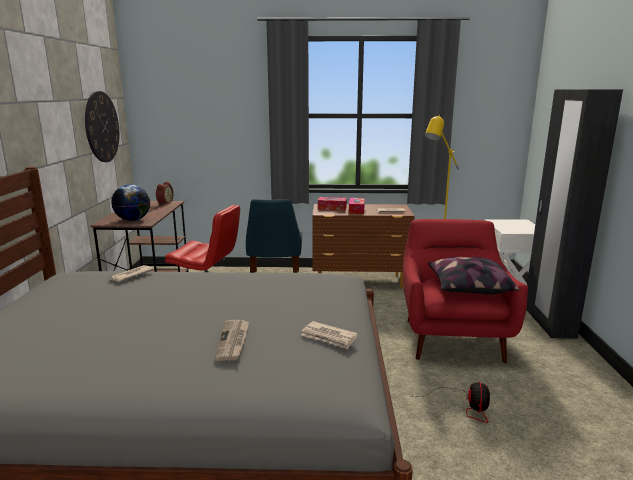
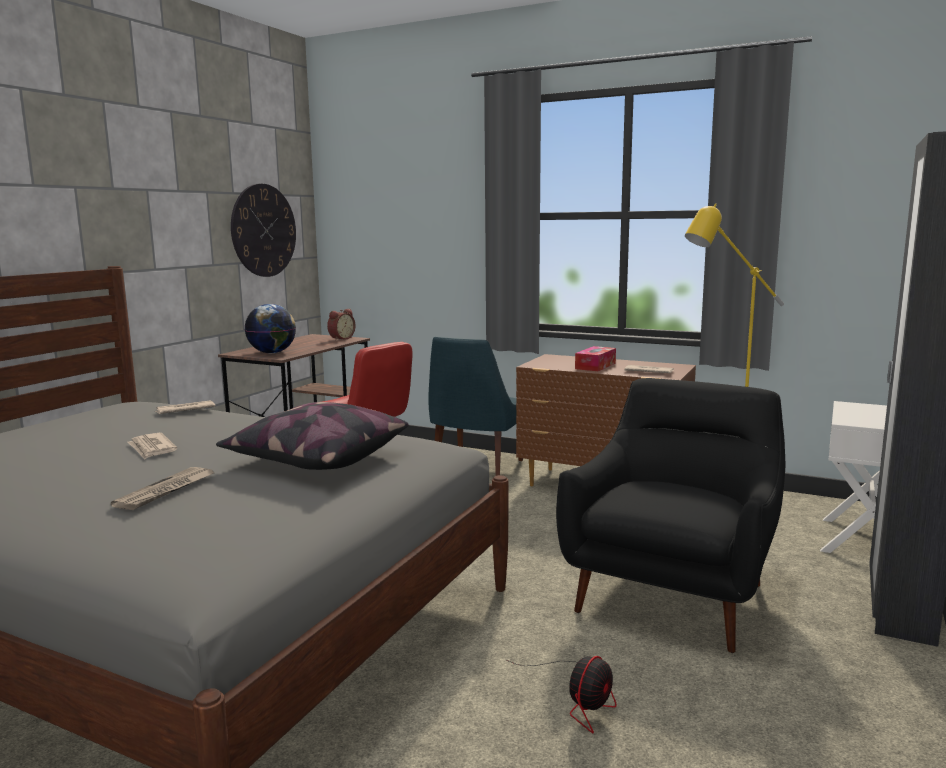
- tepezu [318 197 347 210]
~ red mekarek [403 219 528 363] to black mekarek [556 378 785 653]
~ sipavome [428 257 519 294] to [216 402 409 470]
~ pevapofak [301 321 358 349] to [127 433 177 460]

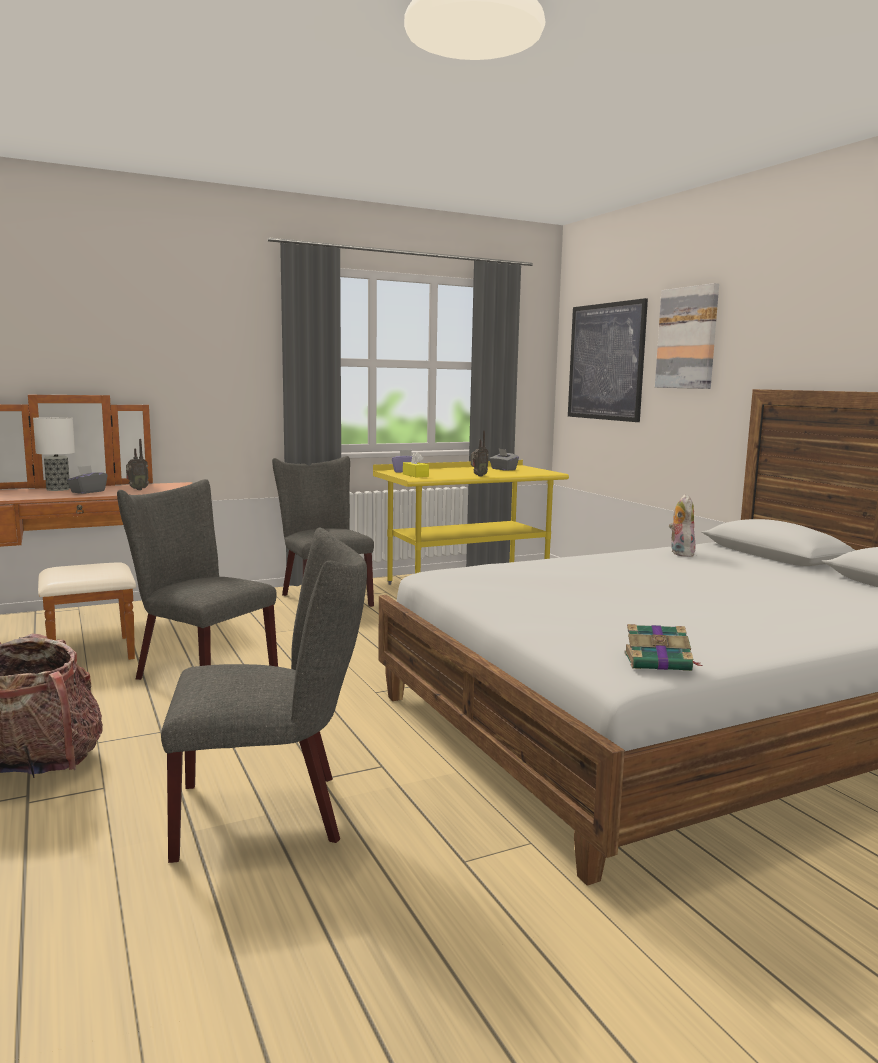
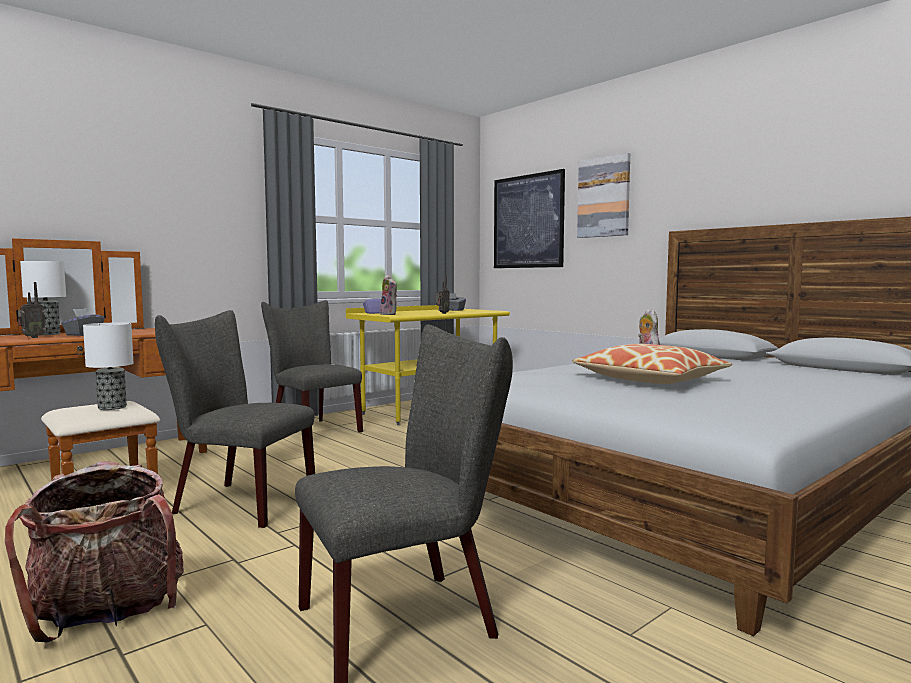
~ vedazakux [126 439 149 490] to [18 282 46 338]
~ yellow tepezu [403 452 429 477] to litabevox [380 275 397 315]
- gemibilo [625 624 703 671]
+ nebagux [83 323 133 410]
+ sipavome [572 344 732 384]

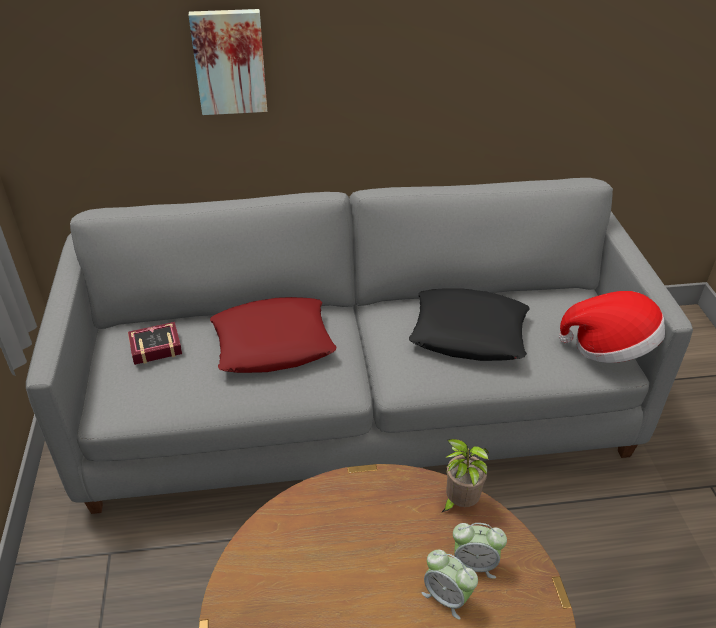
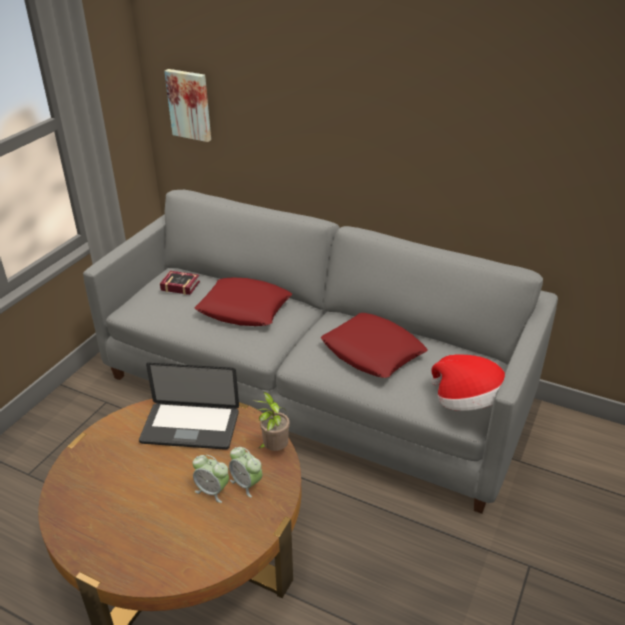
~ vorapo [189 9 267 115] to [164 69 211 142]
~ black sipavome [409 289 530 361] to red sipavome [321 313 428 378]
~ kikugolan [422 550 478 620] = [193 455 229 503] 45 degrees counterclockwise
+ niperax [139 363 239 450]

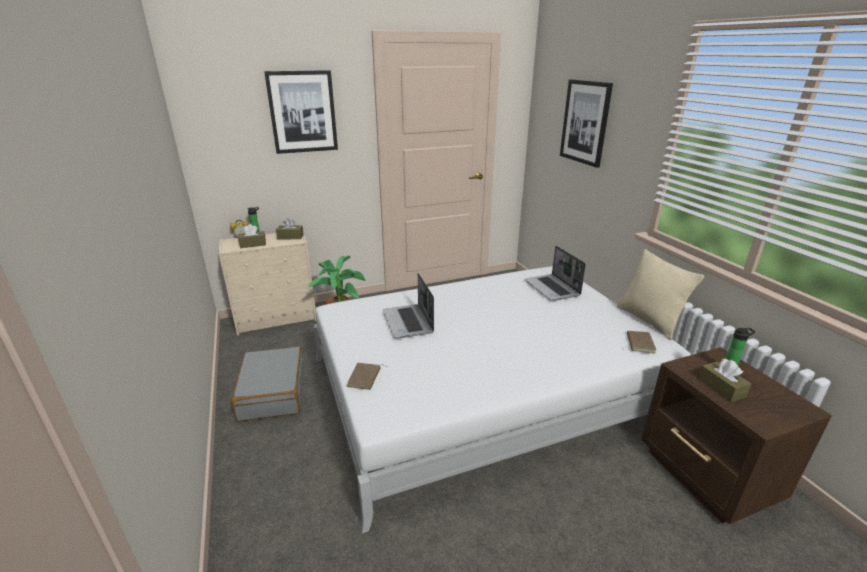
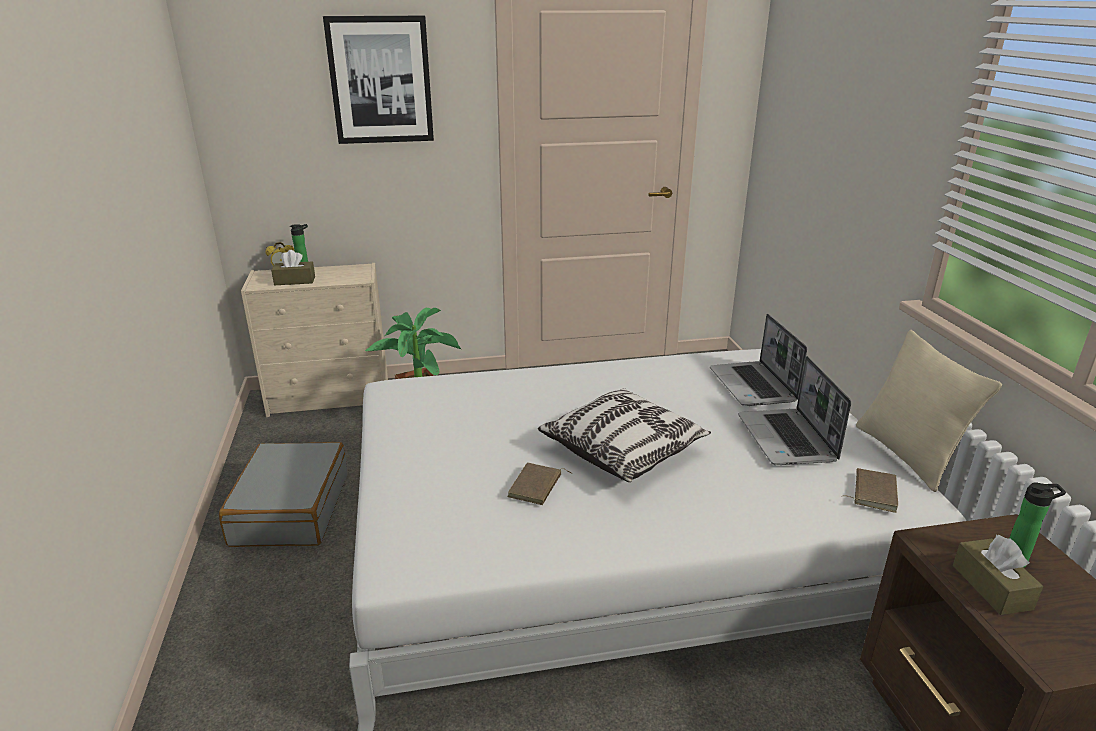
- vorapo [560 80 613 168]
- brown tepezu [276 218 304 240]
~ niperax [383 273 434 338] to [738 356 851 465]
~ brown gemibilo [347 363 387 390] to [507 463 572 505]
+ sipavome [538 388 711 482]

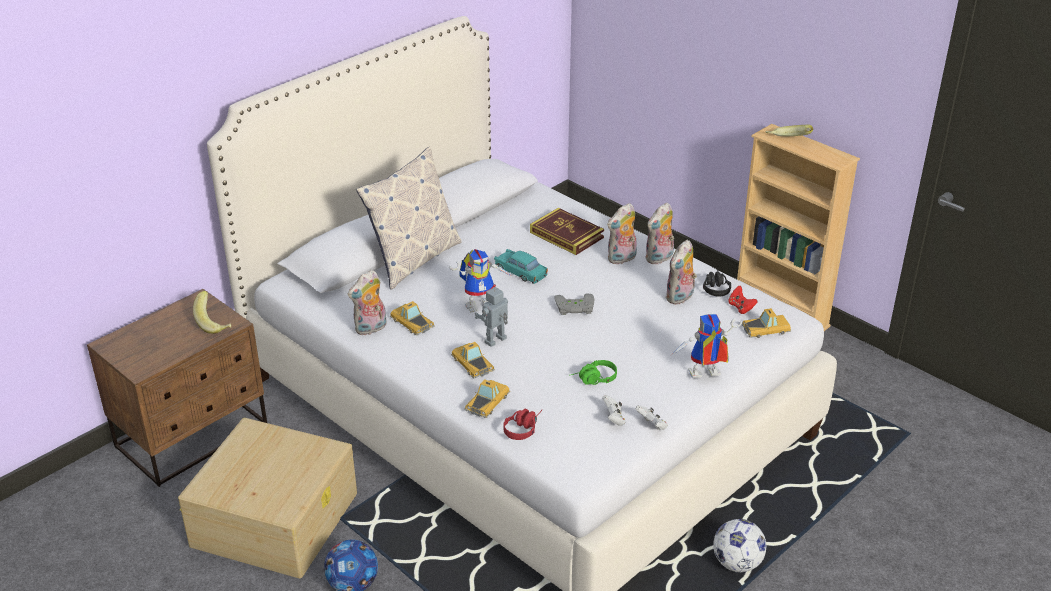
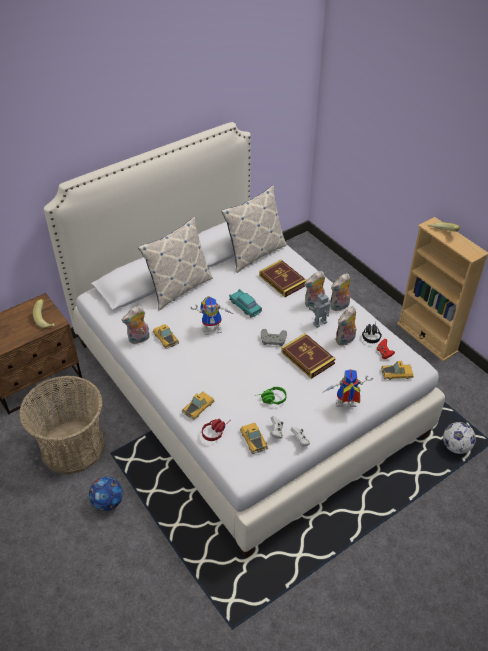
~ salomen [475 284 508 347] to [309 292 331 328]
~ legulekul [451 342 495 378] to [240 423 268 454]
~ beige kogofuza [178 418 357 578] to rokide [19 376 105 475]
~ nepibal [713 519 766 572] to [443 422 476 454]
+ sipavome [221 185 287 273]
+ gemibilo [281 333 335 379]

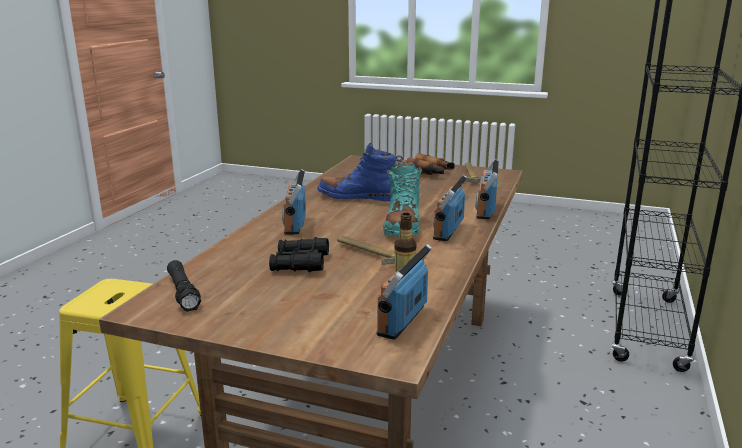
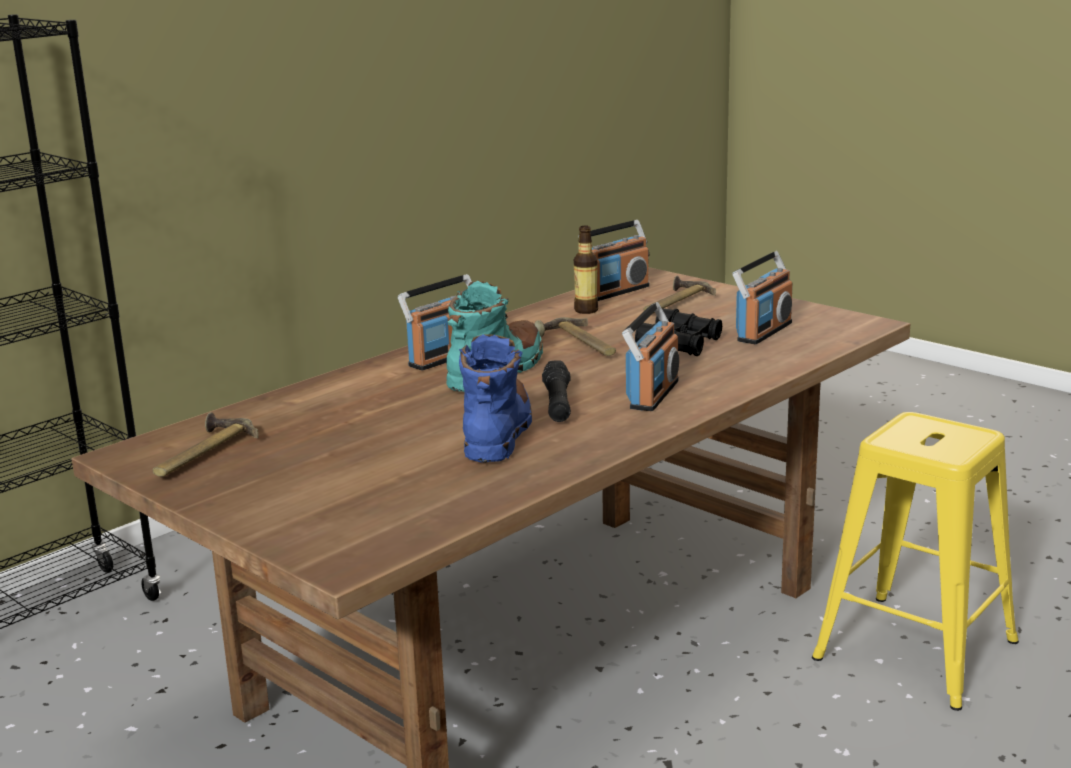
~ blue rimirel [317 143 403 201] = [459 334 532 463] 120 degrees counterclockwise
- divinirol [406 153 455 175]
~ vedazakux [476 159 499 219] to [732 251 793 344]
~ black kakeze [167 260 201 312] to [542 360 571 422]
+ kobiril [643 276 716 313]

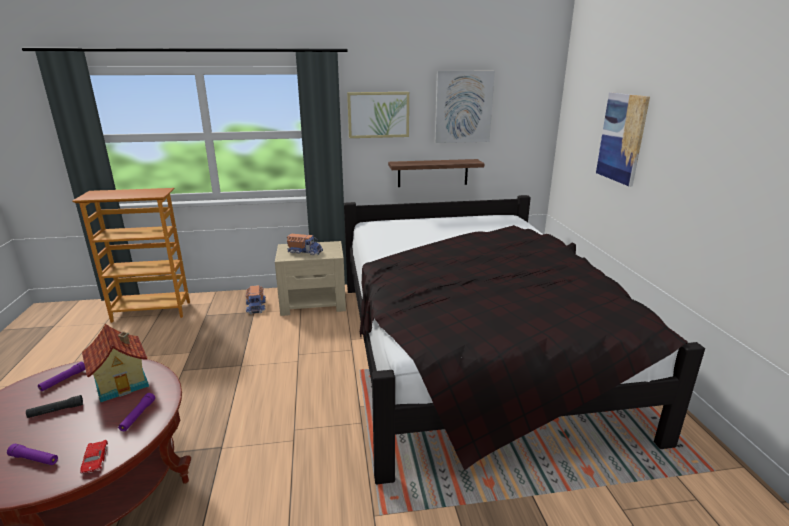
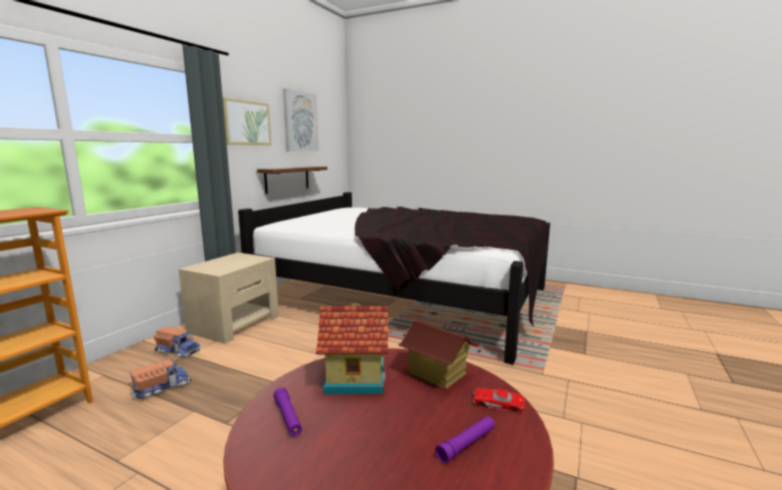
- vorapo [596 92 650 187]
~ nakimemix [287 234 323 255] to [130 359 191 399]
~ purple kakeze [118 393 155 431] to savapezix [398 319 479 389]
- black kakeze [26 395 83 418]

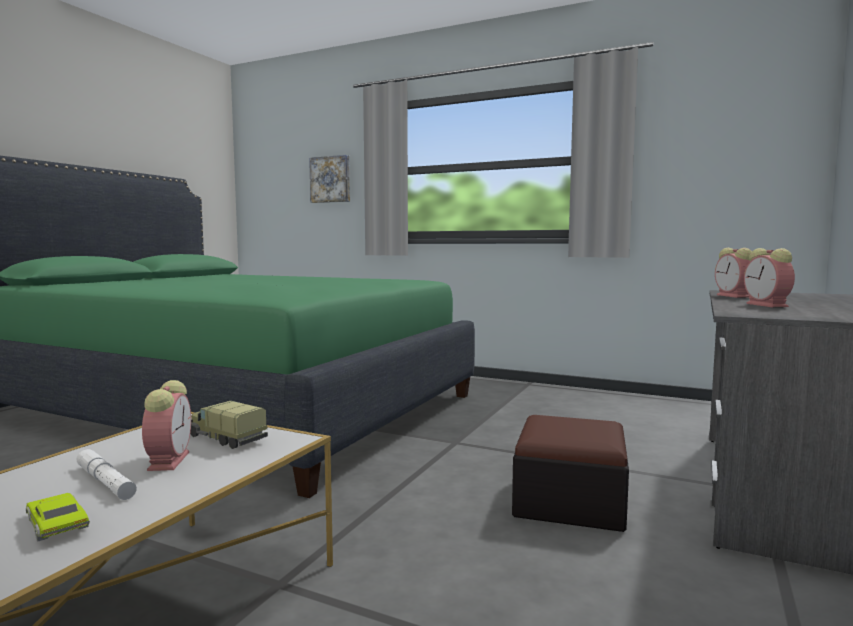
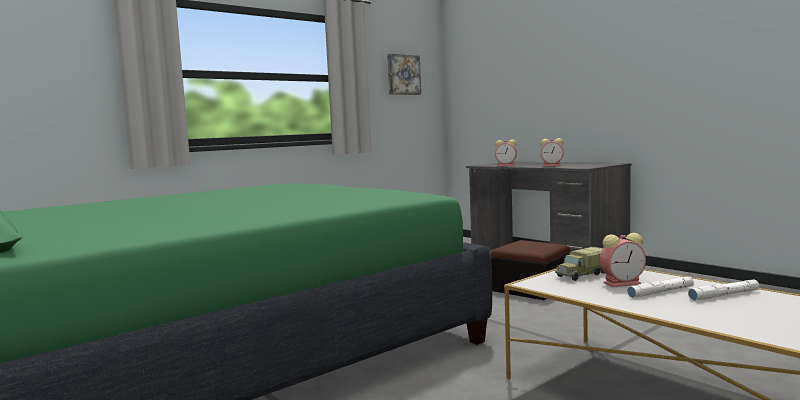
~ vorapo [309 155 350 203] to [387 54 421 95]
~ kikugolan [142 380 191 471] = [600 233 646 287] 150 degrees clockwise
~ green legulekul [26 493 90 542] to white kakeze [688 279 759 301]

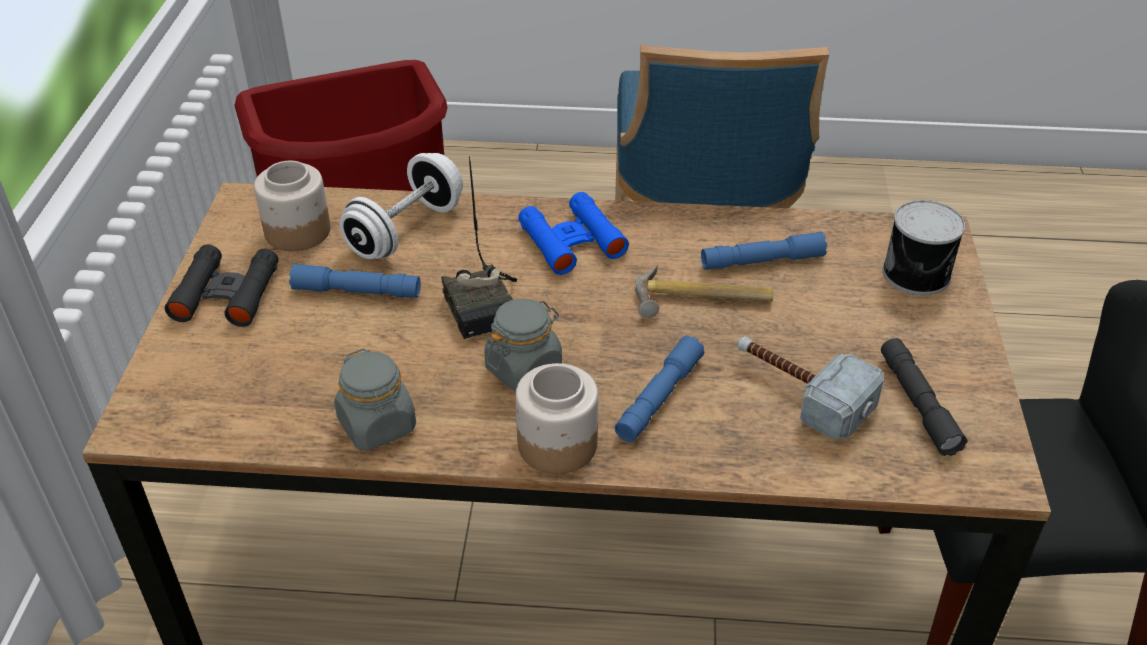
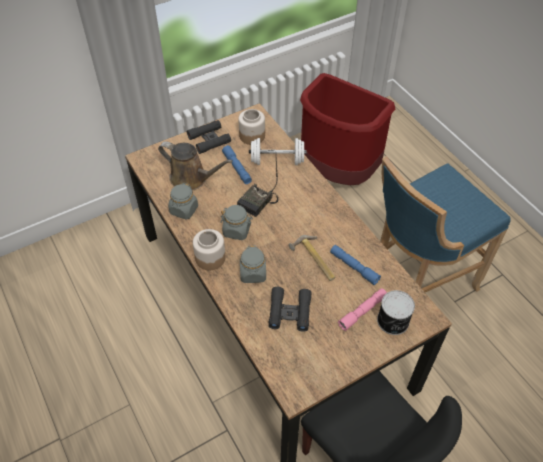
- blue divinirol [518 192 629 275]
~ blue kakeze [615 335 705 442] to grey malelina [240 245 266 283]
~ kobiril [737 336 884 440] to black divinirol [269 287 312 332]
- grey kakeze [881 338 967 456]
+ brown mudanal [158 141 233 191]
+ pink kakeze [338 288 387 331]

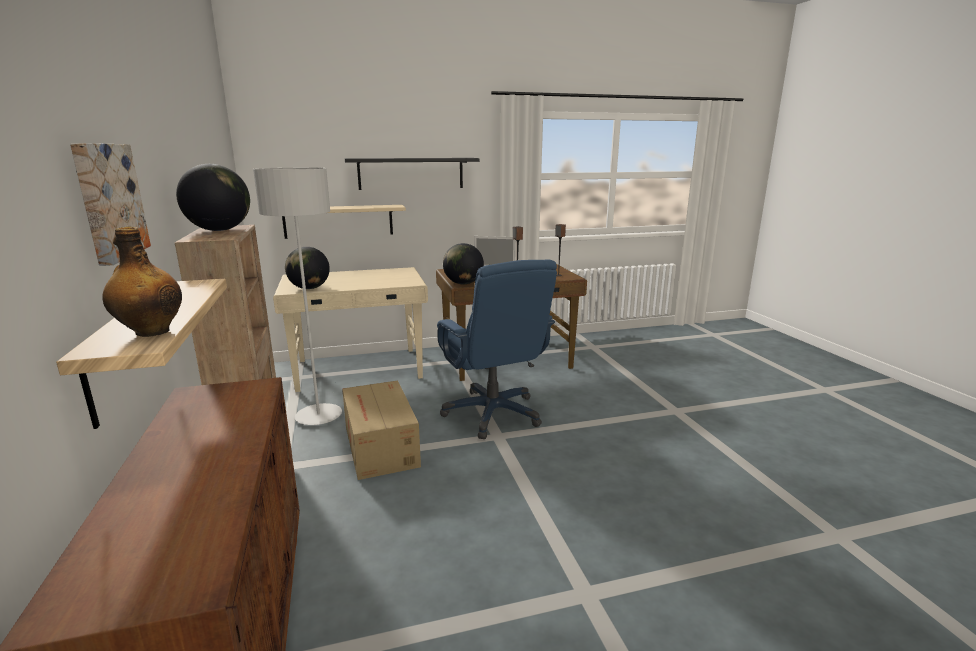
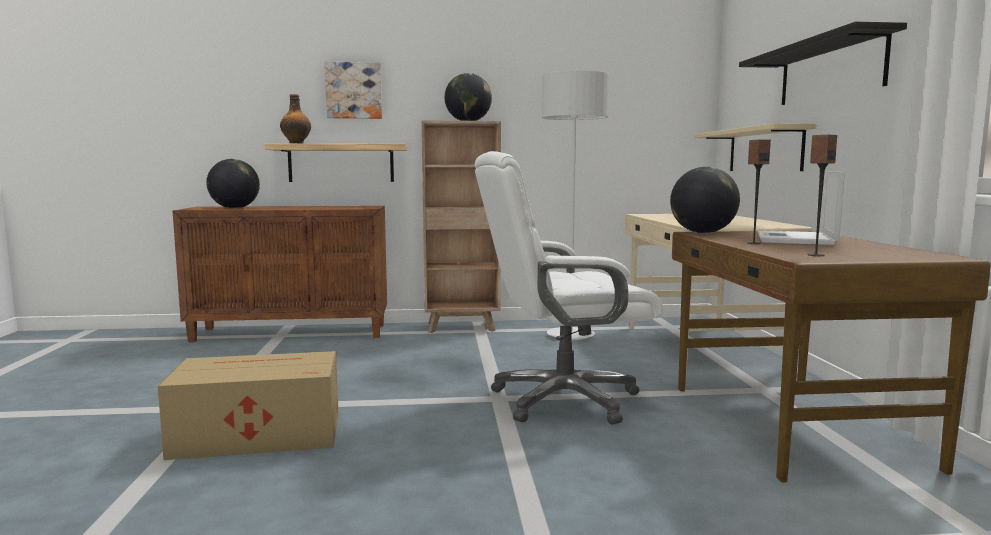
~ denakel [285 247 330 289] to [206 159 260 209]
~ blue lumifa [437 260 557 439] to white lumifa [474 151 663 425]
~ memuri [342 380 421 480] to [158 351 339 460]

